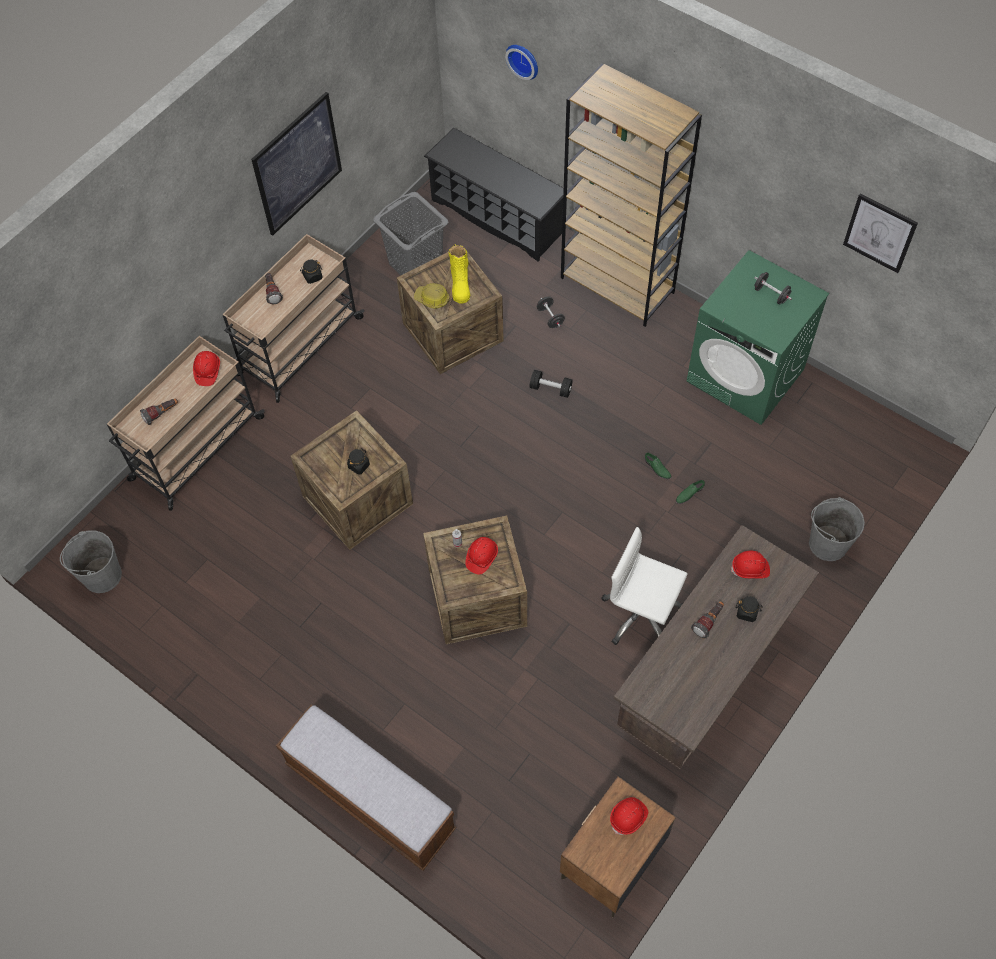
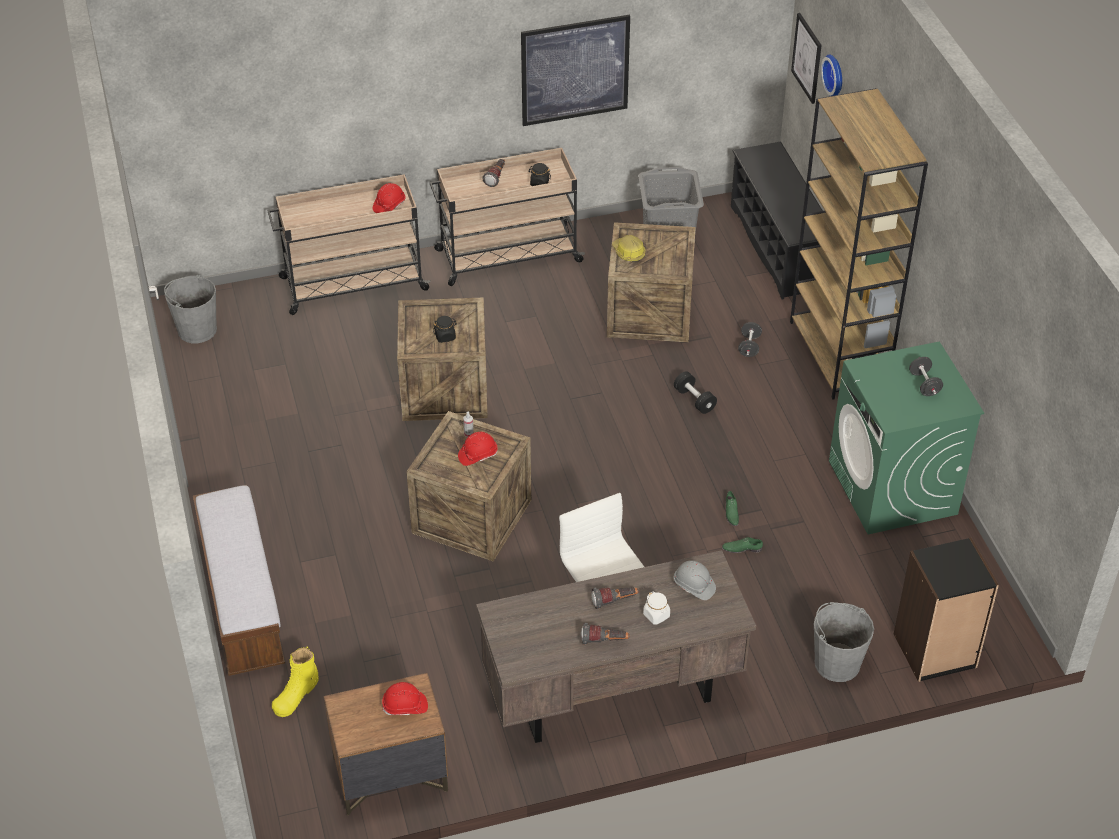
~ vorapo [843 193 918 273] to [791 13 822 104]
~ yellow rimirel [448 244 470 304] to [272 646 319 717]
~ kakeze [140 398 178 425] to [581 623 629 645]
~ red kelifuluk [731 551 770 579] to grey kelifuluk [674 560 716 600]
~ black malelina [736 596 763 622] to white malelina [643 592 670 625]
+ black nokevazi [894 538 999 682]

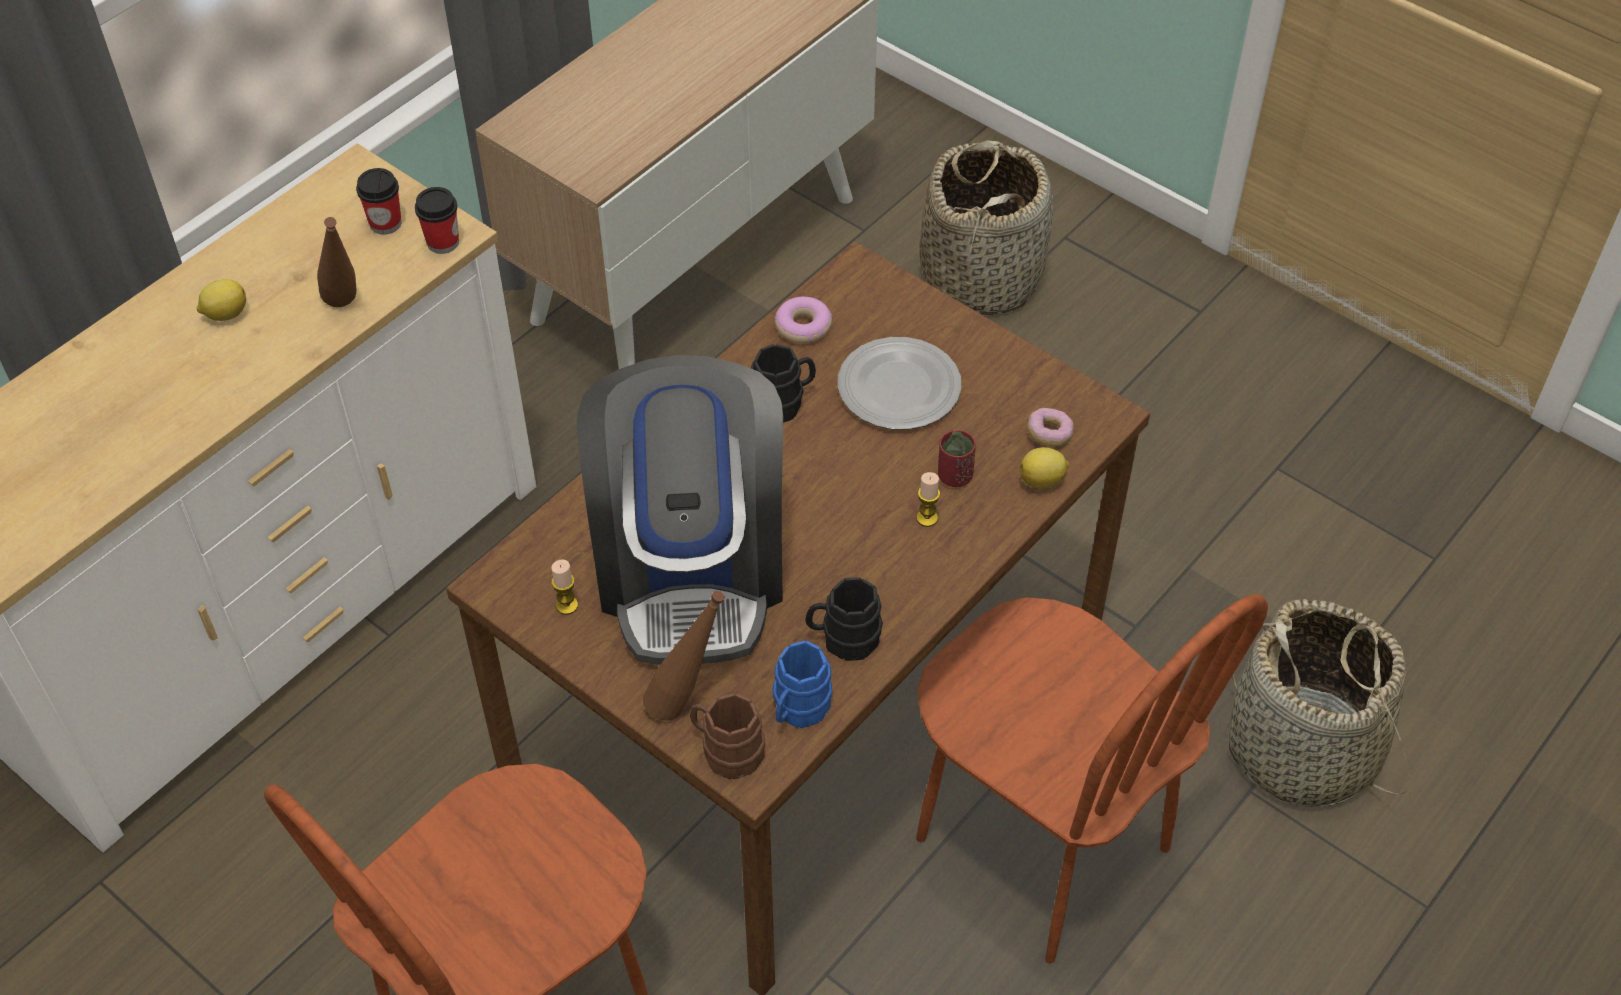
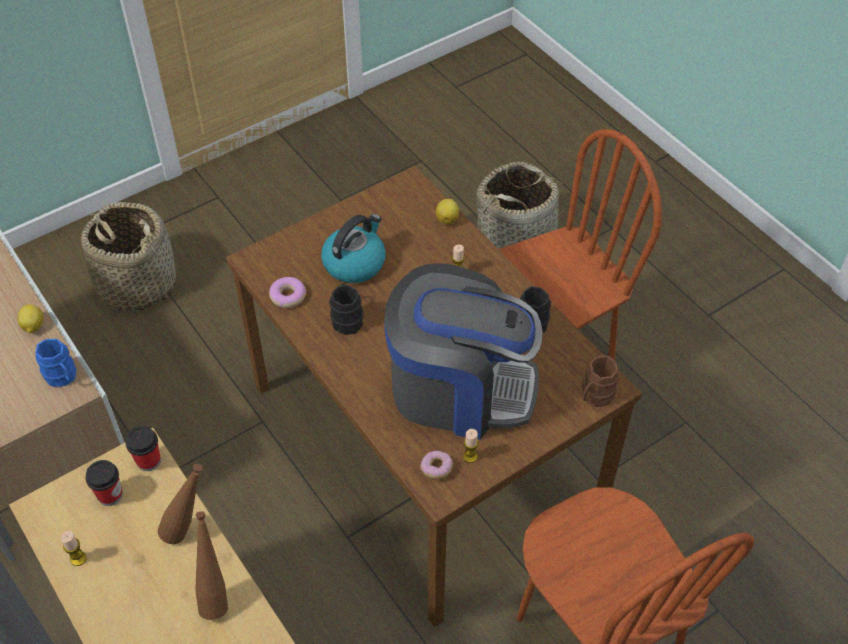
~ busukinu [197 279 246 321] to [17 304 44 333]
~ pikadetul [838 337 962 430] to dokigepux [321 214 386 283]
~ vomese [1028 408 1074 447] to [420 451 453 479]
- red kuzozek [938 430 976 487]
~ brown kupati [643 591 725 721] to [195 511 228 620]
~ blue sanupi [773 640 832 728] to [36 339 76 387]
+ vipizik [61 531 87 566]

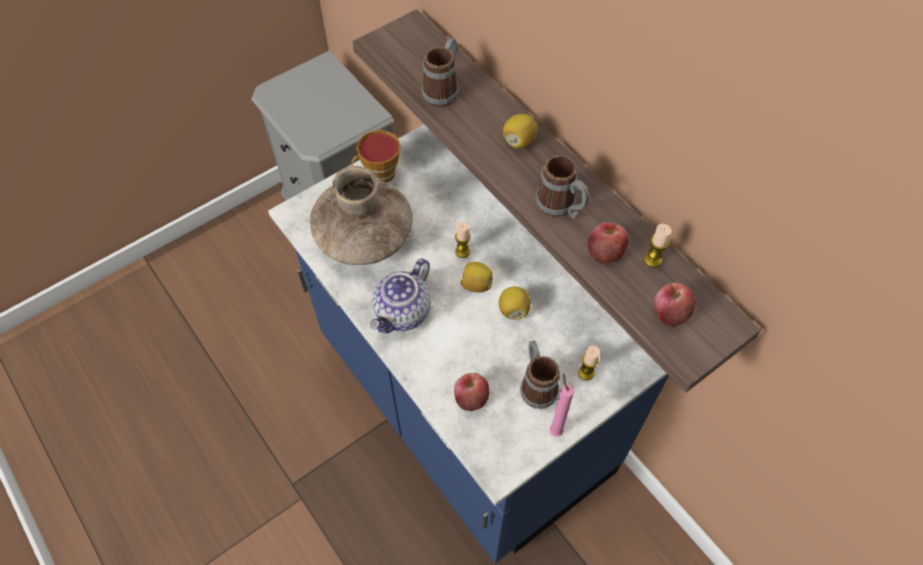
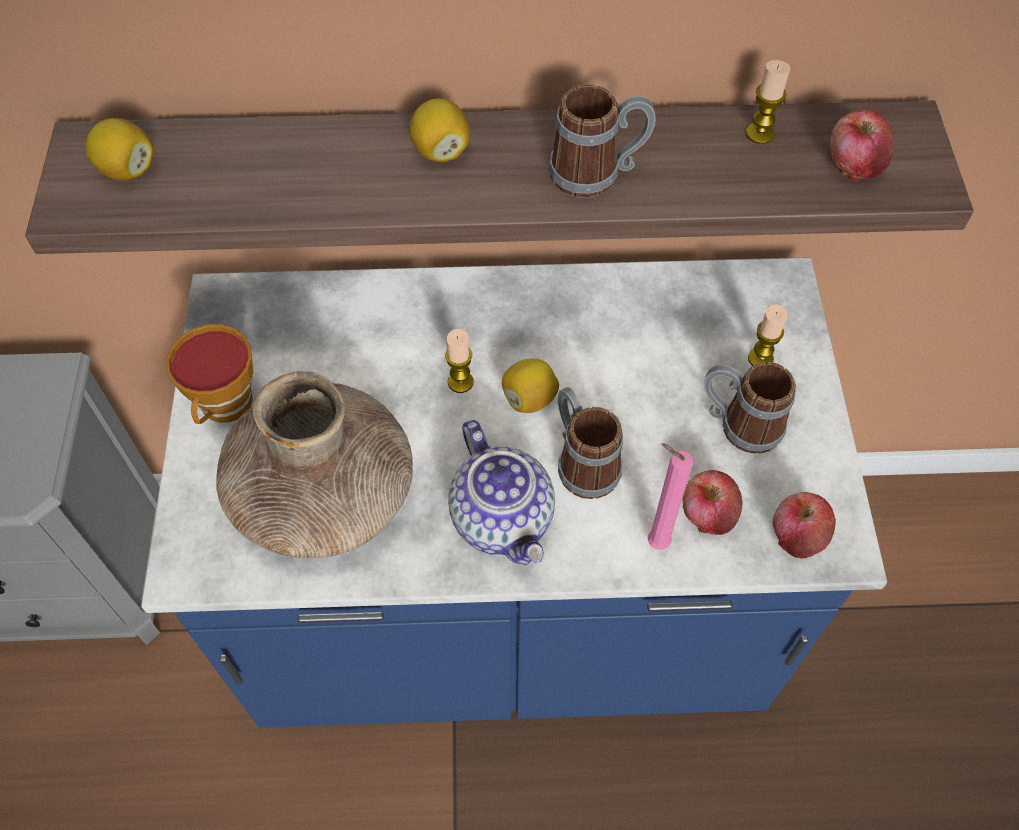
~ sanupi [422 38 459 107] to [558 387 623 499]
~ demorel [588 222 629 263] to [773 492 836 559]
~ busukinu [499 286 531 320] to [86 118 153 181]
~ pink vipizik [550 373 574 437] to [648 443 693 550]

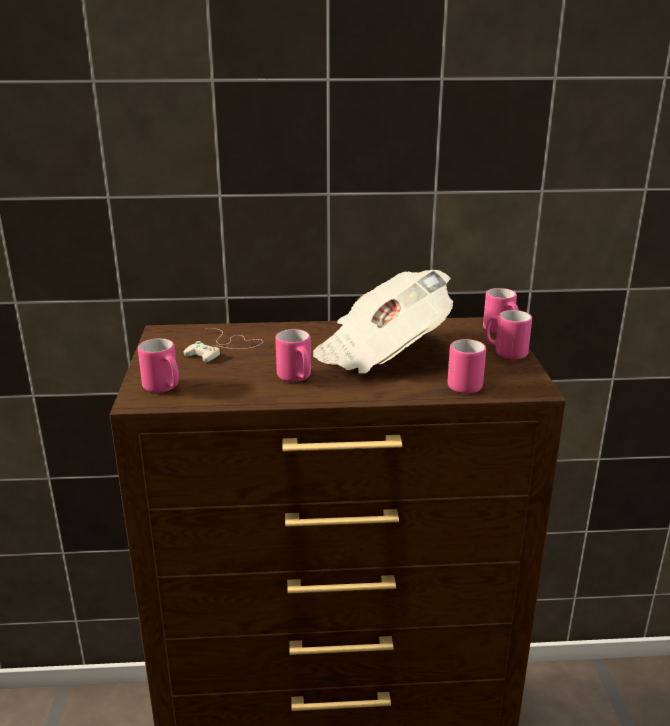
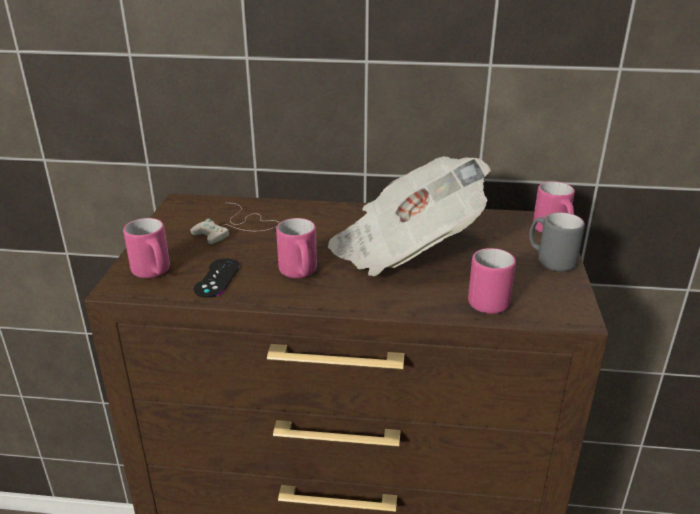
~ pink sanupi [486 310 532 359] to grey sanupi [529 212 585 271]
+ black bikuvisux [194 259 240 298]

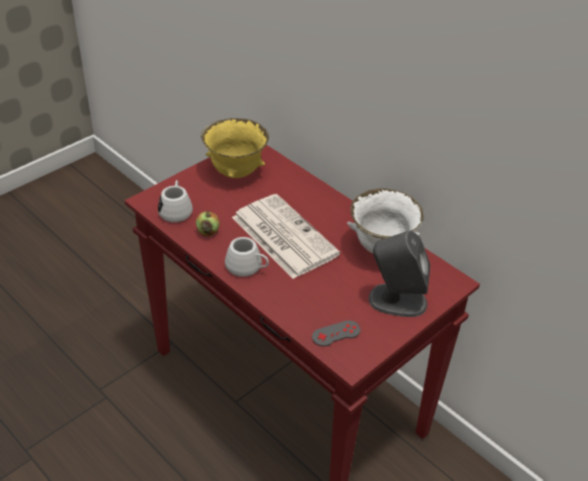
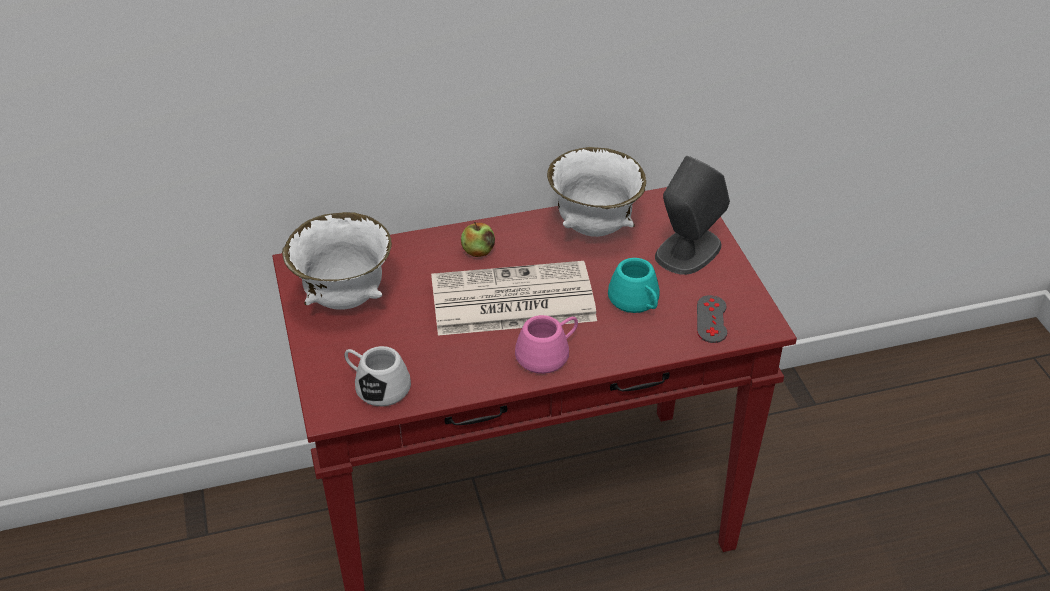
~ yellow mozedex [201 118 269 178] to white mozedex [282 212 392 310]
~ demorel [196 211 220 236] to [461 222 495 257]
~ white sanupi [225 237 269 277] to pink sanupi [515 315 578 374]
+ turquoise sanupi [608 258 660 313]

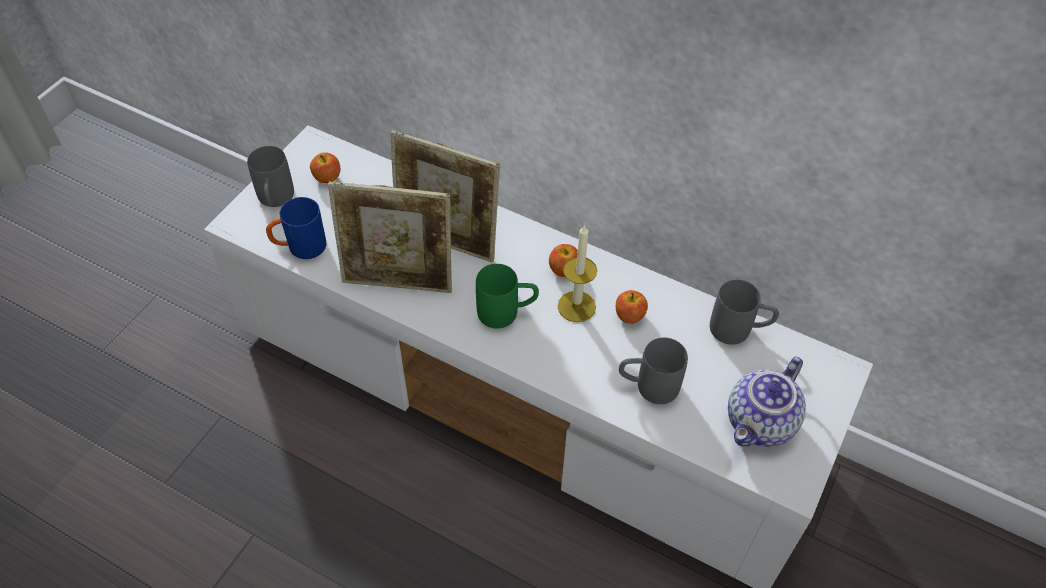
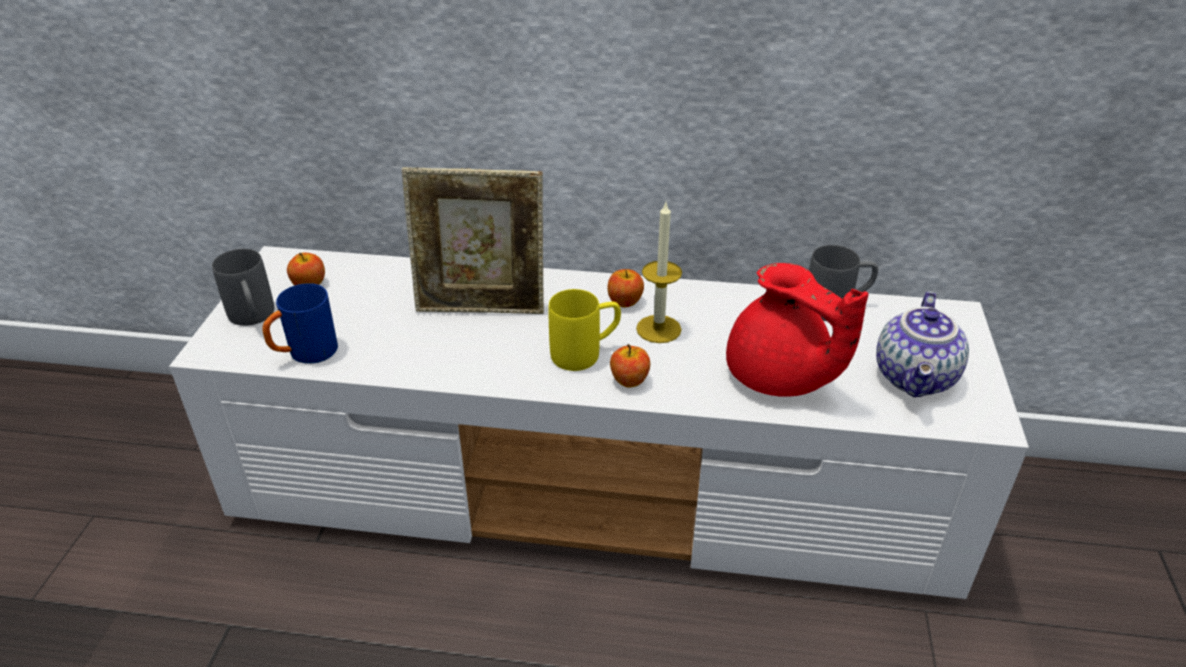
- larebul [328 182 452 293]
~ green sanupi [476 264 539 328] to yellow sanupi [549 289 621 371]
~ demorel [616 290 648 324] to [610 344 650 388]
~ grey sanupi [619 338 688 404] to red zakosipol [726 263 868 397]

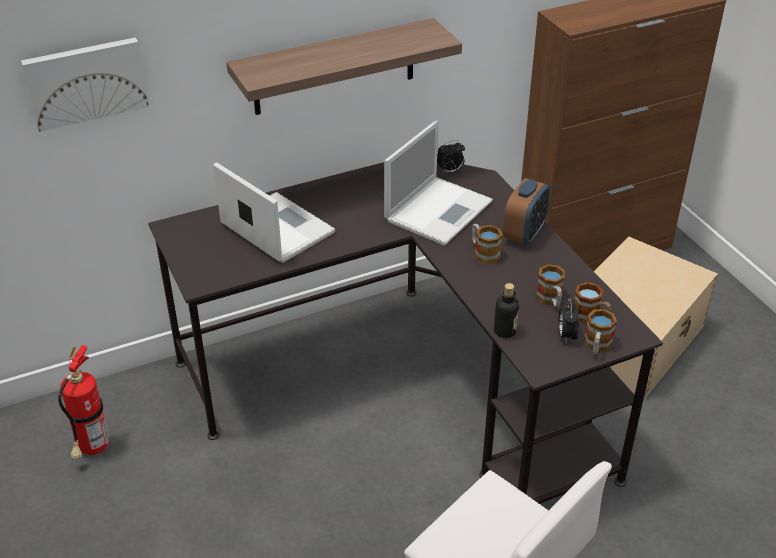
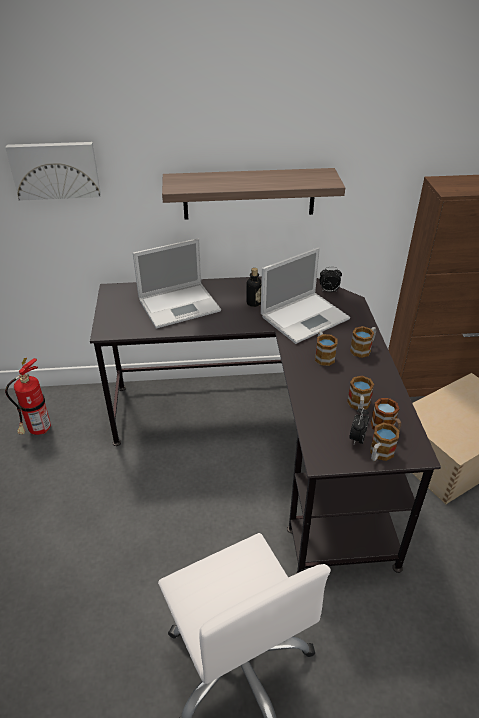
~ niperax [213 162 335 263] = [133 238 221 329] 90 degrees clockwise
~ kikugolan [503 178 550 245] to sanupi [350 326 376 358]
~ kupati [494 283 519 338] to [246 268 262 307]

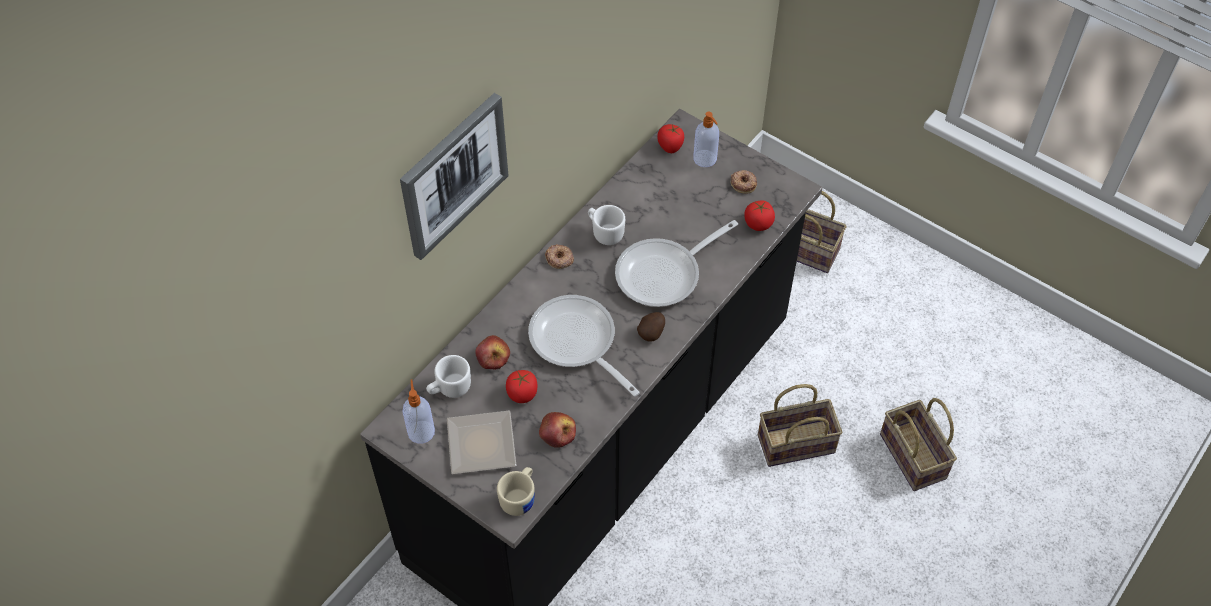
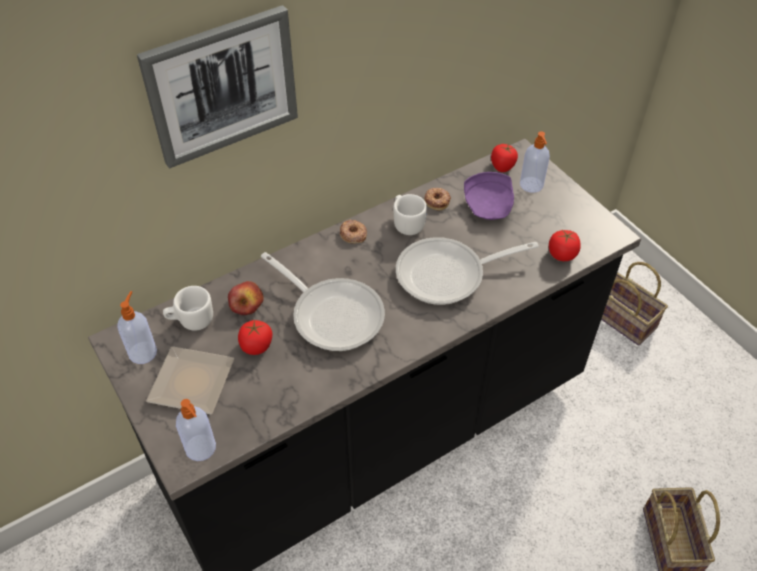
~ vomese [731 170 757 194] to [424 188 451 211]
~ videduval [528 295 640 397] = [261 252 385 351] 150 degrees clockwise
- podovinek [637 312 665 342]
- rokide [758 384 842 467]
- demorel [539 412 576 448]
~ beige sanupi [497 467 535 516] to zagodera [176 399 216 461]
+ purple pikadetul [464 172 514 220]

